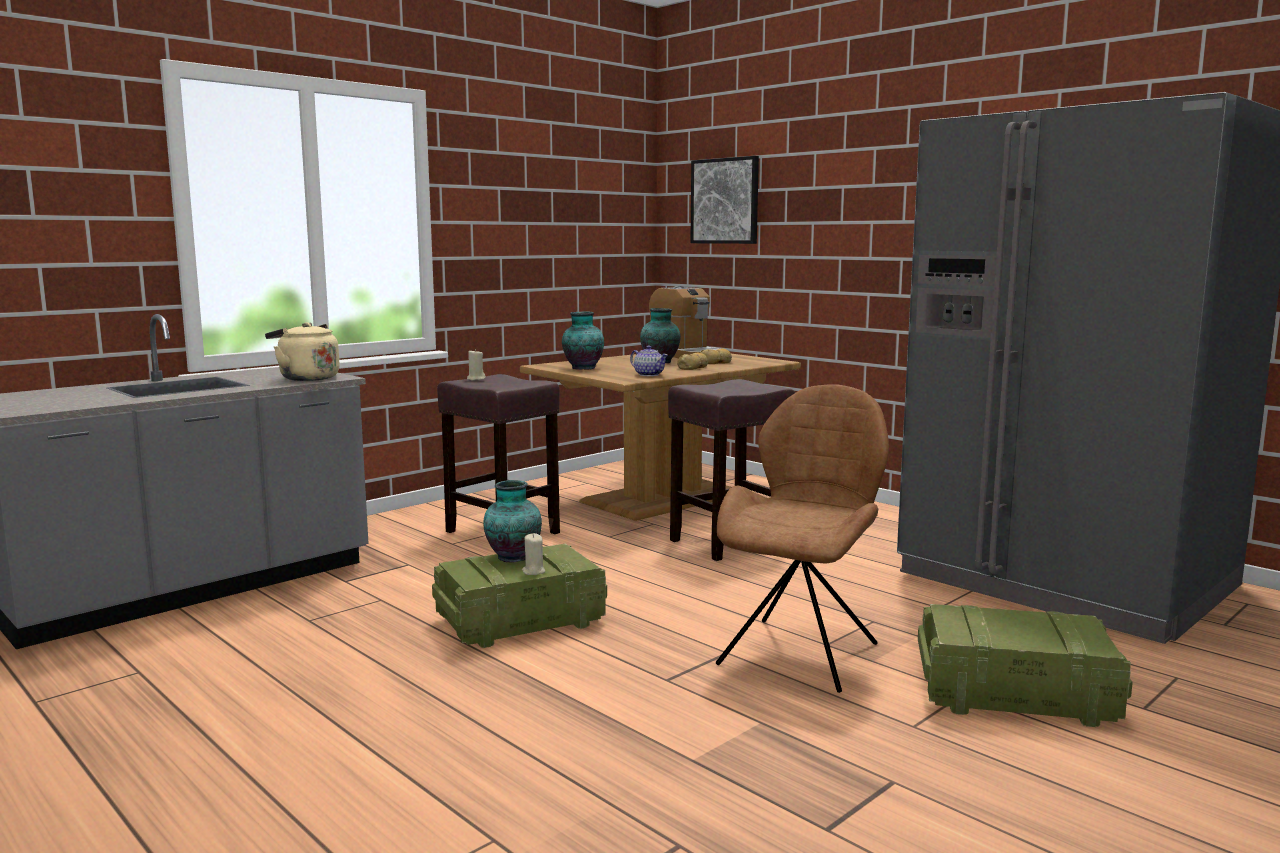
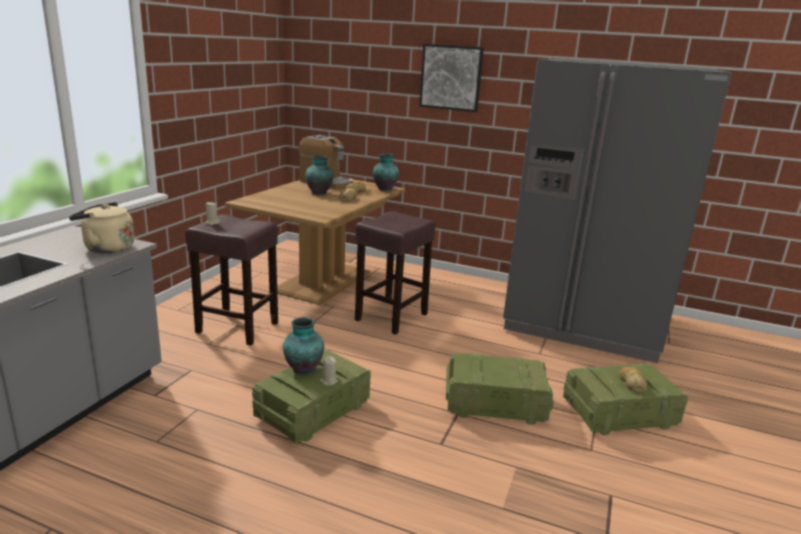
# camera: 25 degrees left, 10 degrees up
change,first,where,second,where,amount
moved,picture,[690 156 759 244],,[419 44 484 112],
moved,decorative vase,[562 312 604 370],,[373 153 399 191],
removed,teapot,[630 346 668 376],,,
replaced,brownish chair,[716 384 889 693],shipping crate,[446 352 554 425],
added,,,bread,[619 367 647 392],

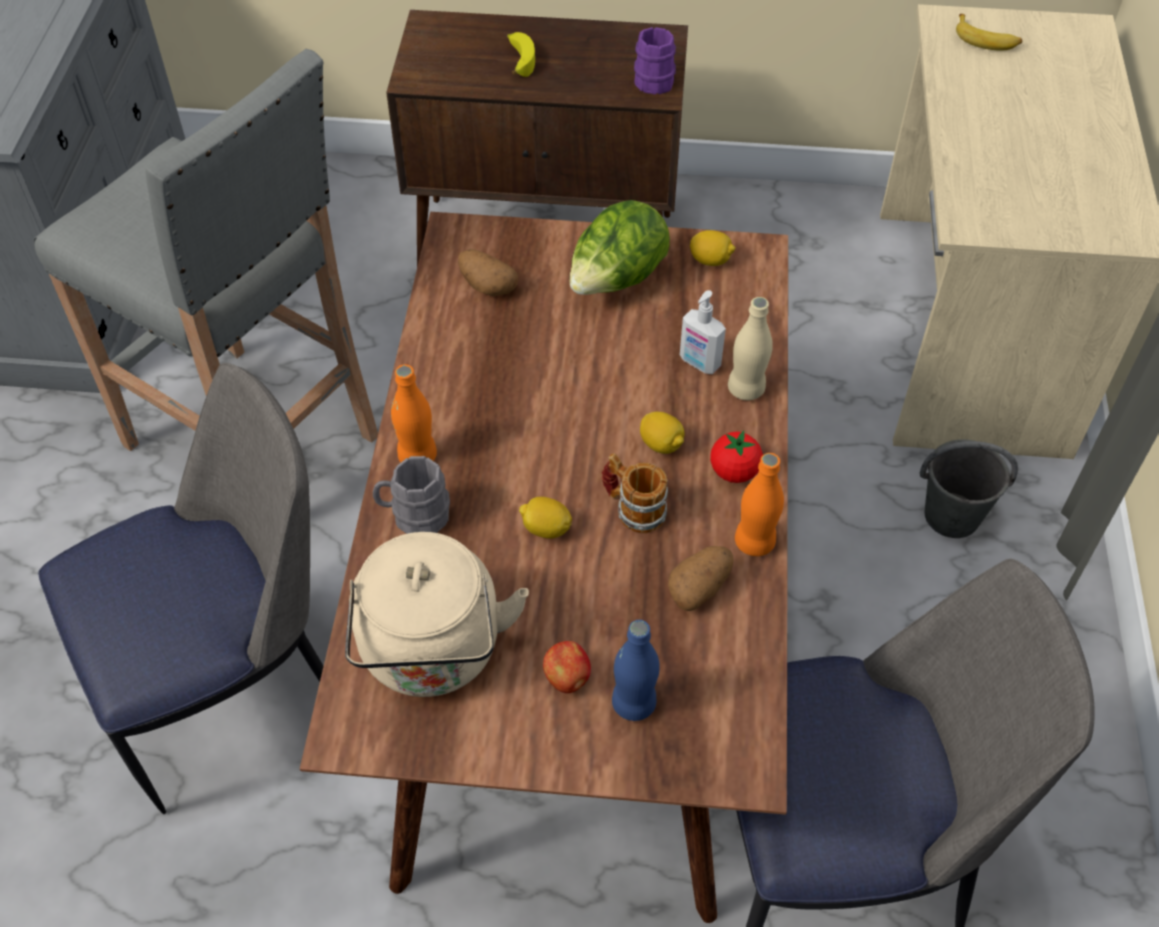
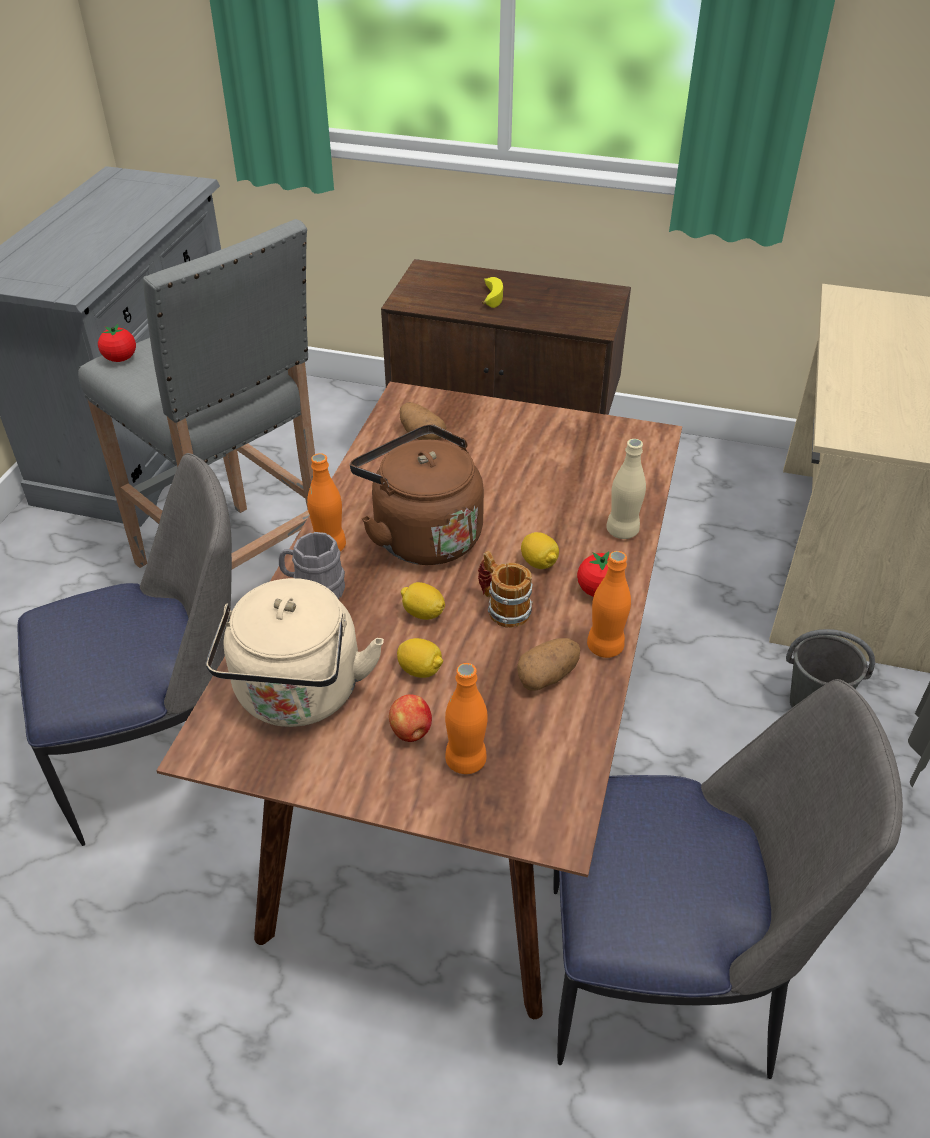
# camera: 10 degrees right, 10 degrees down
change,first,where,second,where,amount
removed,whole banana,[956 14 1022 51],,,
removed,purplish tea mug,[634 27 676 95],,,
removed,lettuce,[569 200 670 295],,,
moved,lemon,[690 230 736 266],,[397 638 443 678],
removed,liquid soap bottle,[680 290 726 374],,,
recoloured,blue drink bottle,[612 620 660 721],orange drink bottle,[445 663 488 774],
added,,,fresh tomato,[98 324 136 362],
added,,,brownish tea kettle,[350 425 484 565],

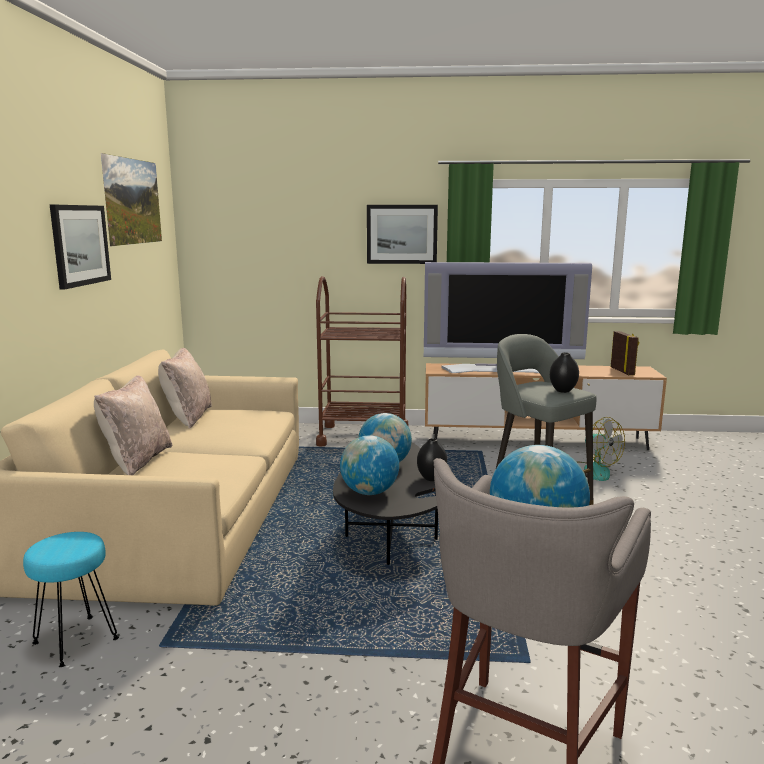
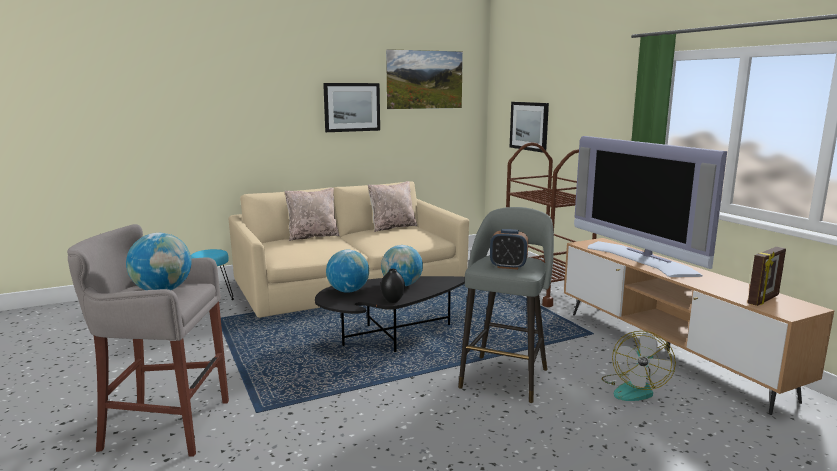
# camera: 60 degrees right, 0 degrees up
change,first,where,second,where,amount
moved,picture,[367 205 438 264],,[510 102 549 153],
replaced,black decorative vase,[550 352 579 393],bedside clock,[490 229 528 270],

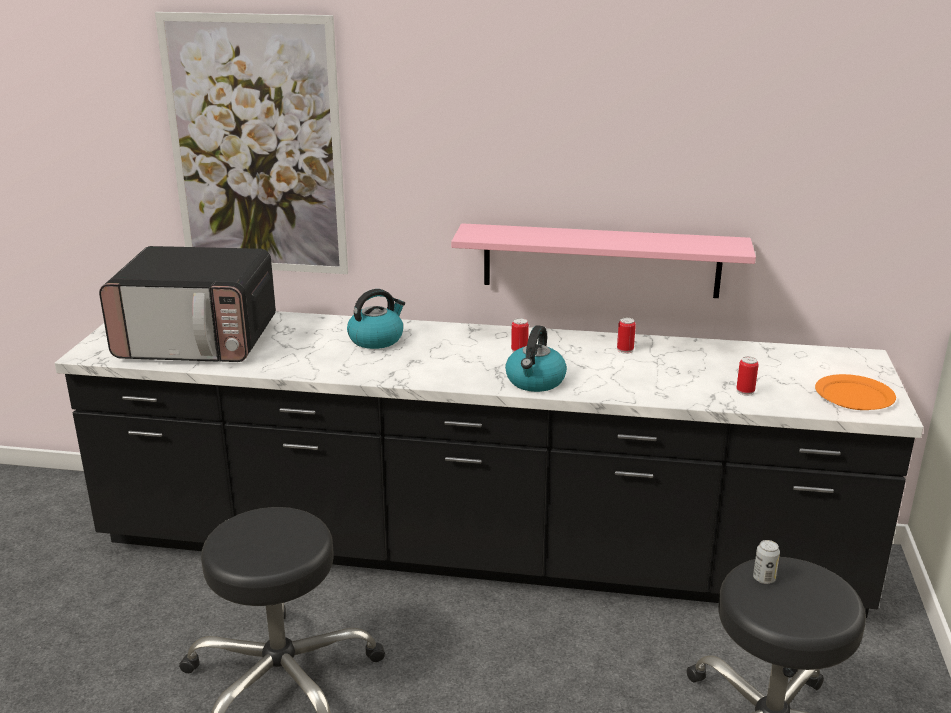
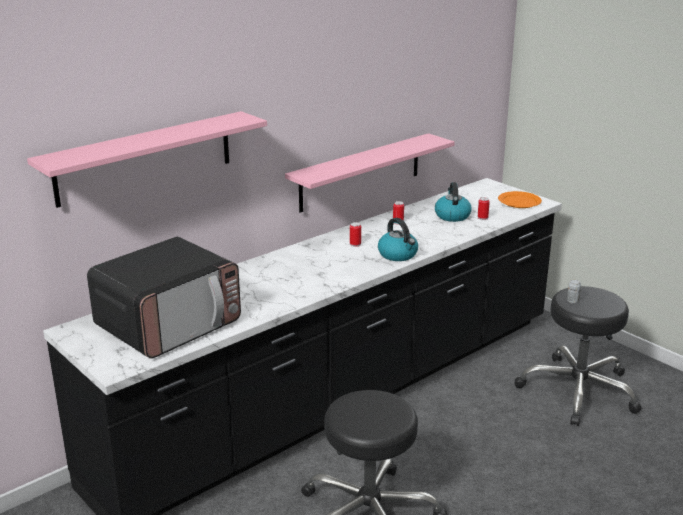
# camera: 50 degrees left, 0 degrees up
change,first,where,second,where,amount
replaced,picture,[155 12 348 274],pinkish shelf,[27 111 267 208],
moved,tea kettle,[347 289 405 349],,[435 182 472 222],

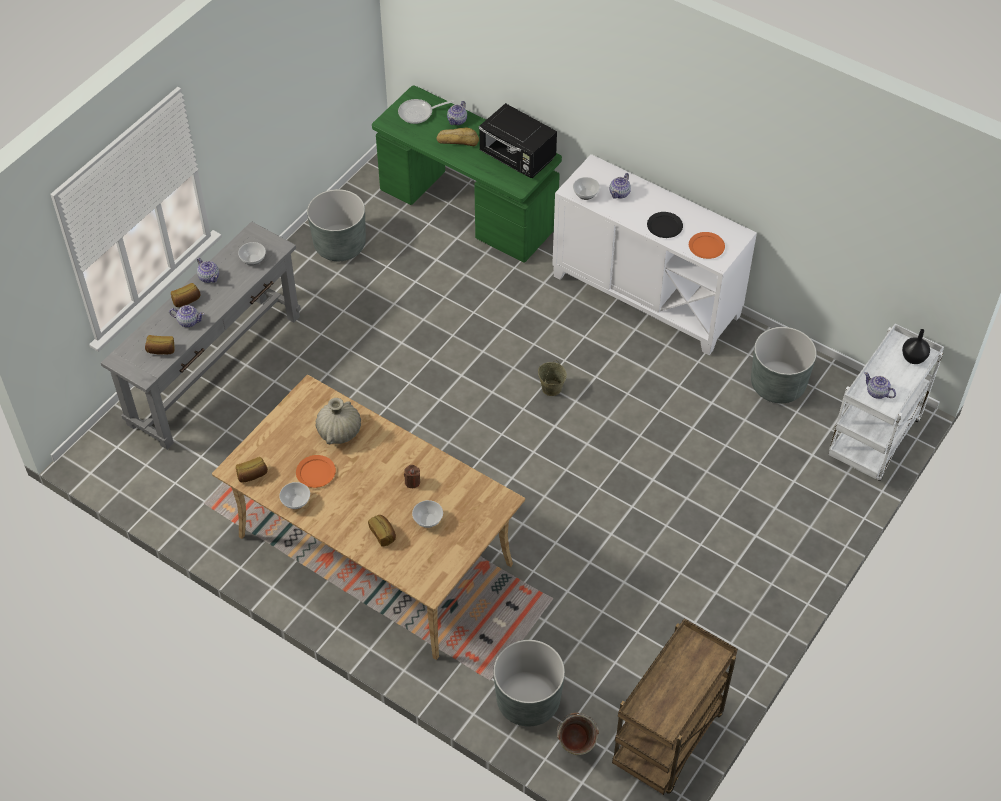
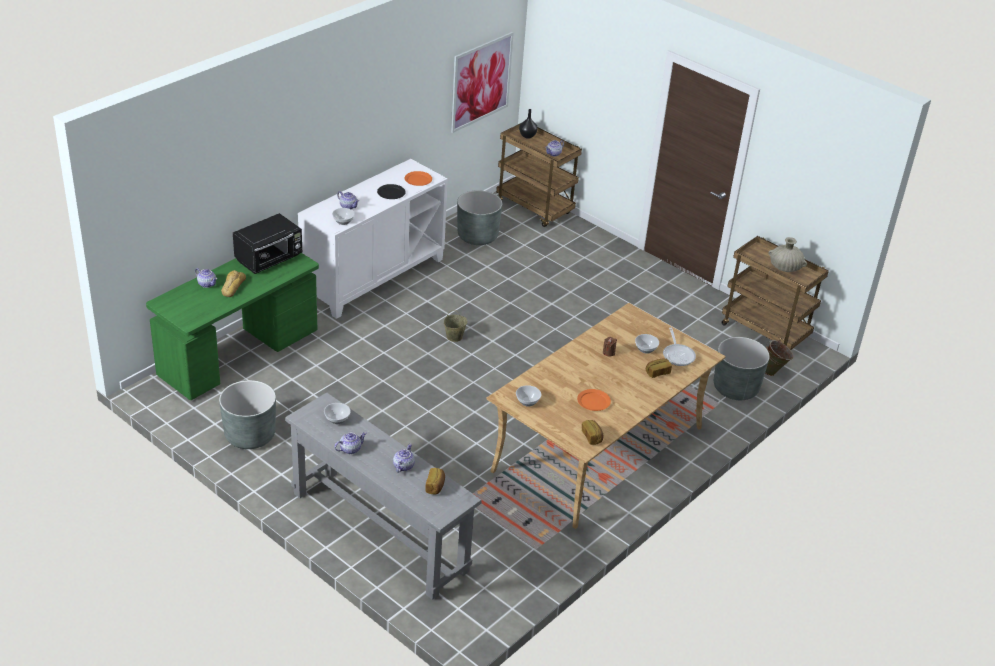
# camera: 85 degrees left, 15 degrees down
change,first,where,second,where,amount
moved,frying pan,[398 99 455 124],,[663 328 696 366],
removed,bread,[171 283 200 307],,,
recoloured,whitish cart,[828 324 944 481],brownish cart,[496 123 582 227],
moved,beige-coloured decorative vase,[316 398 361 444],,[769 237 807 272],
moved,bowl,[279 482 310 509],,[516 385 541 407],
added,,,picture,[451 32 514 133],

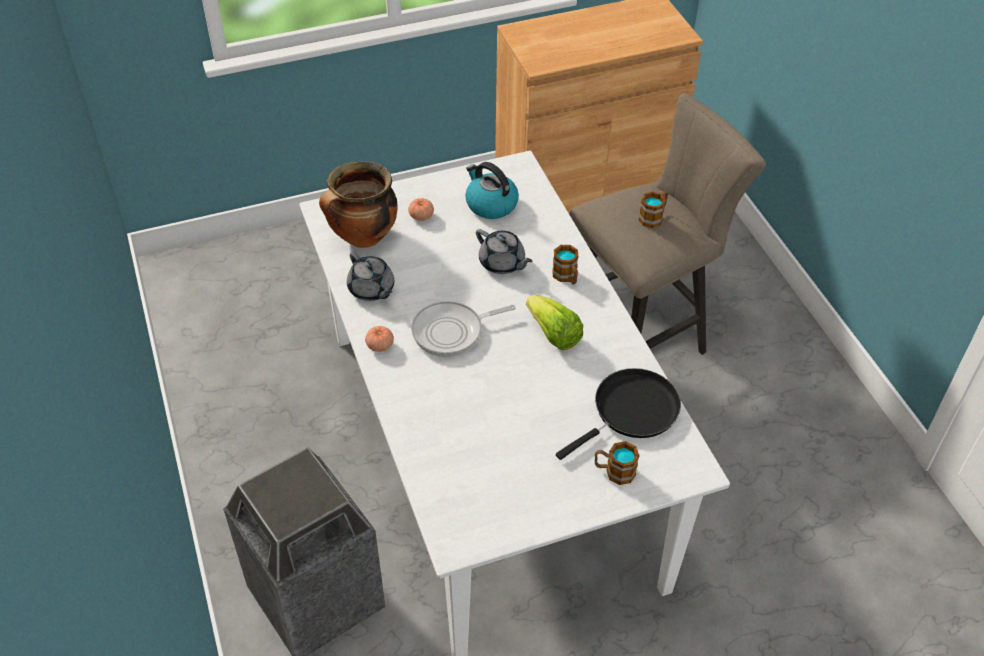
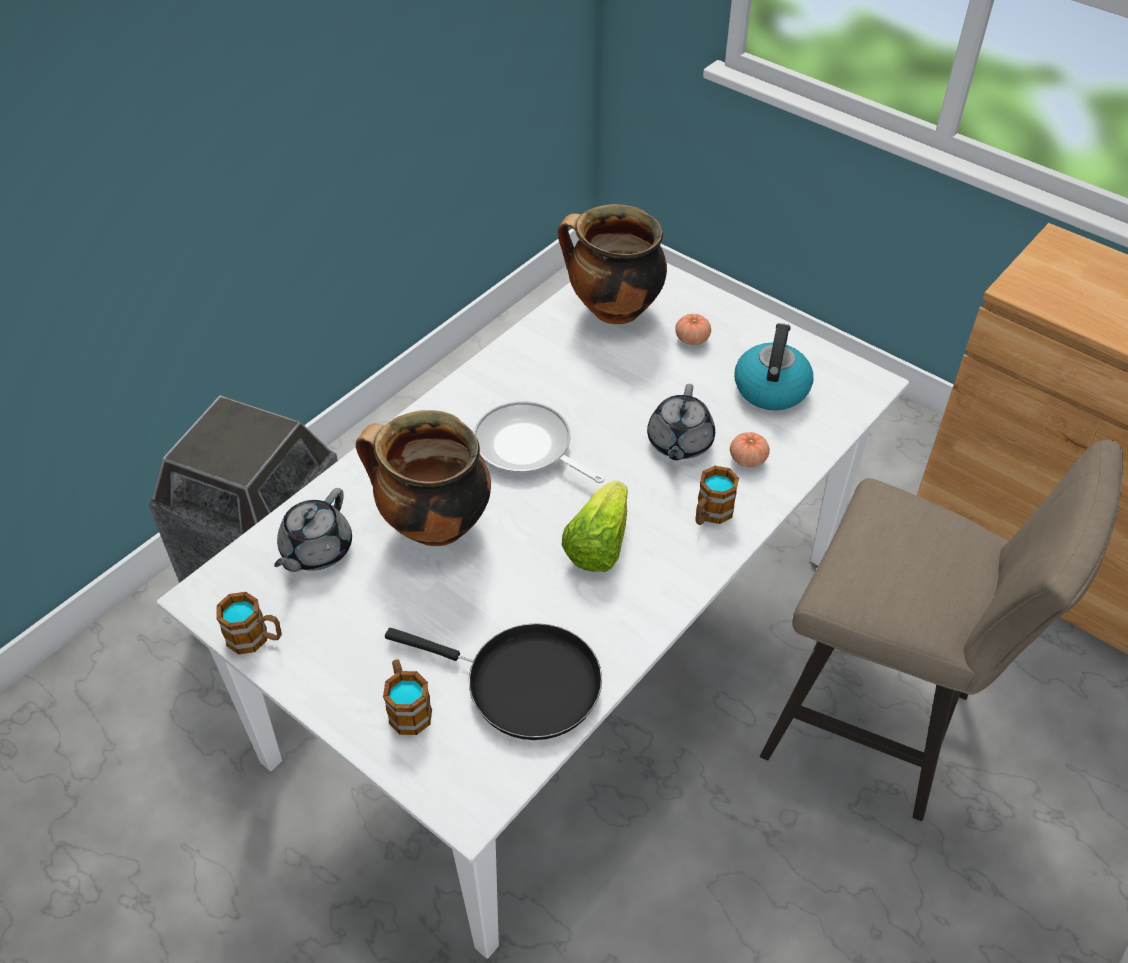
# camera: 60 degrees right, 0 degrees up
change,first,where,second,where,amount
moved,tea mug,[639 191 668 228],,[216 592 282 654],
moved,greyish teapot,[347 252 394 301],,[274 488 352 572],
moved,fresh tomato,[365 326 394 352],,[730 432 770 468],
added,,,cooking pot,[356 410 491 546],

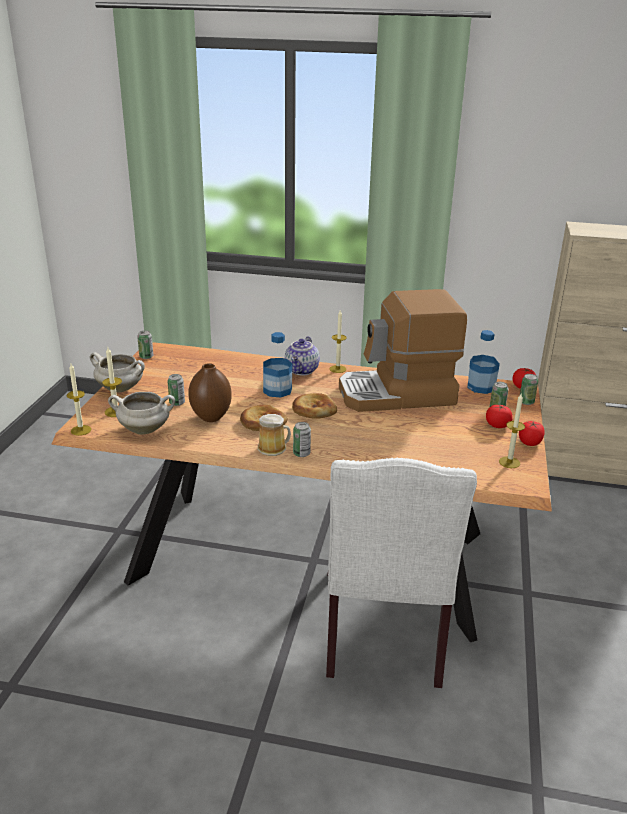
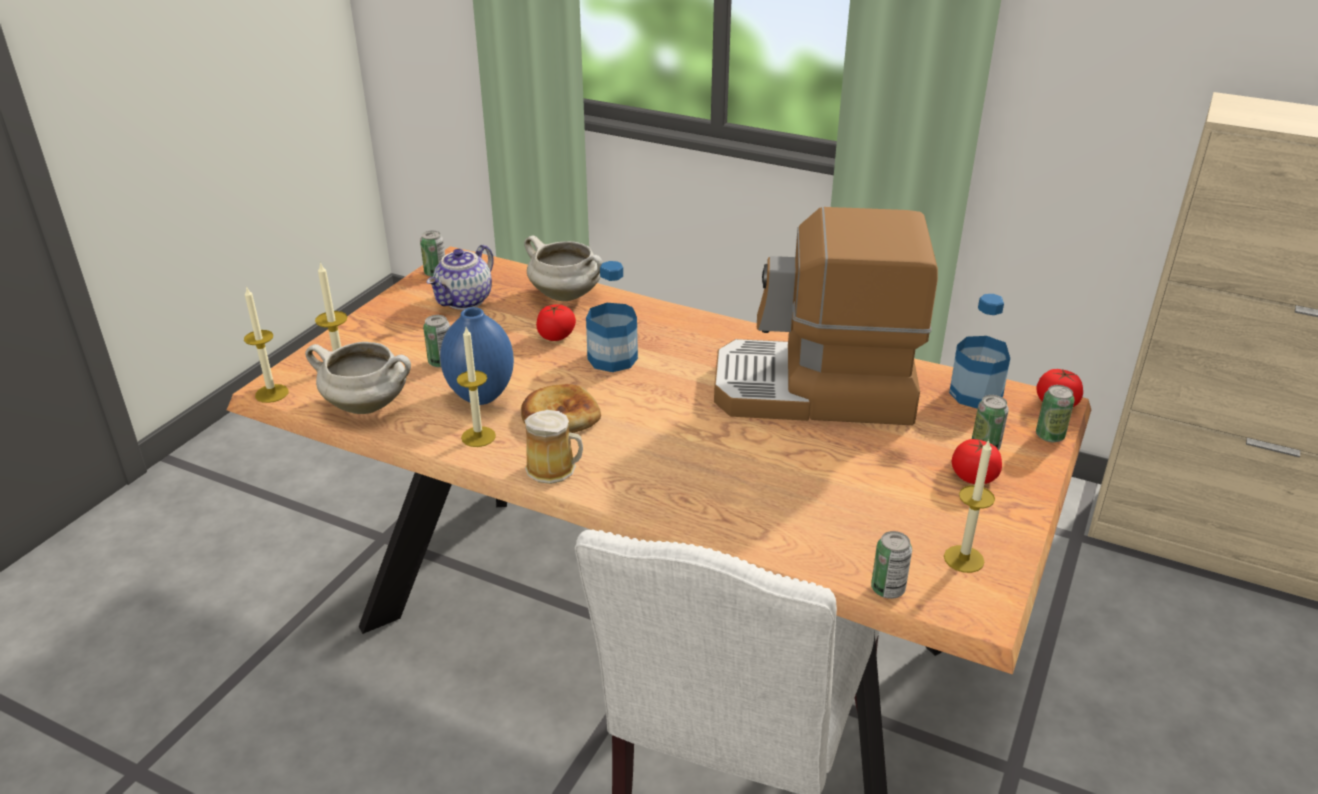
# camera: 15 degrees right, 5 degrees up
change,first,where,second,where,amount
moved,wax light,[330 310 347 373],,[457 327 496 447],
moved,teapot,[285 336 320 375],,[427 244 494 310],
moved,whitish cooking pot,[90 352 145 392],,[524 236 603 301],
recoloured,brownish decorative vase,[188 363 232 422],blue decorative vase,[440 307 514 405],
removed,bread,[292 393 337 419],,,
moved,fresh tomato,[519 421 545 446],,[536 304 576 341],
moved,metal can,[293 422 311 457],,[871 531 912 599],

